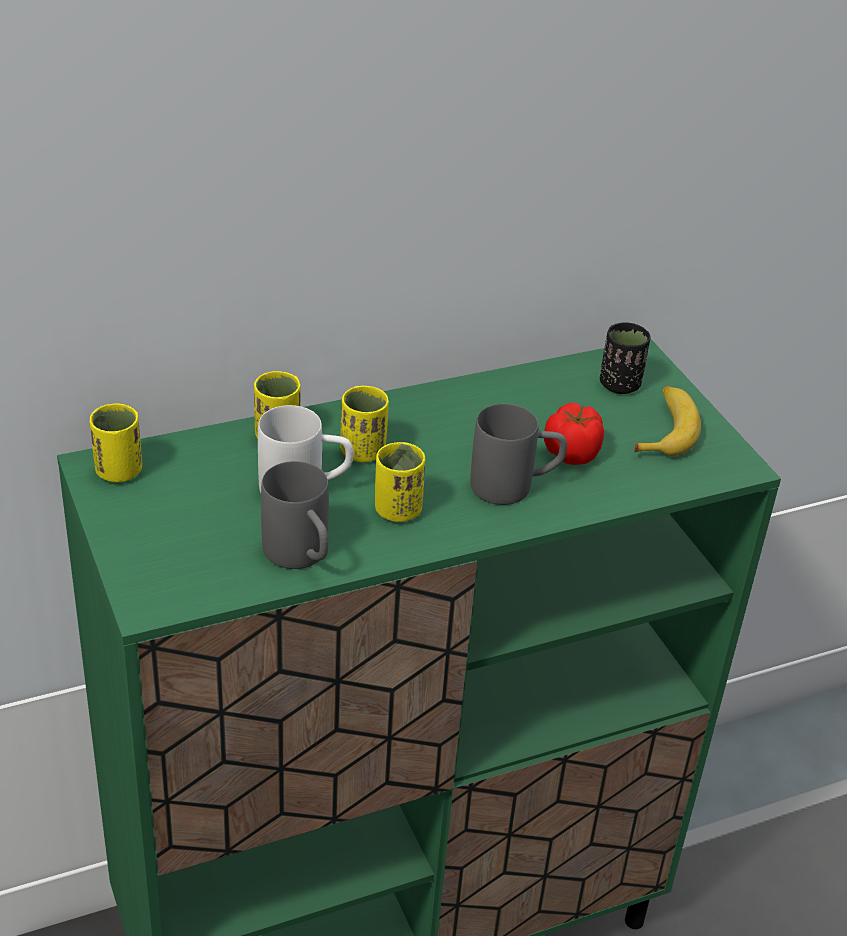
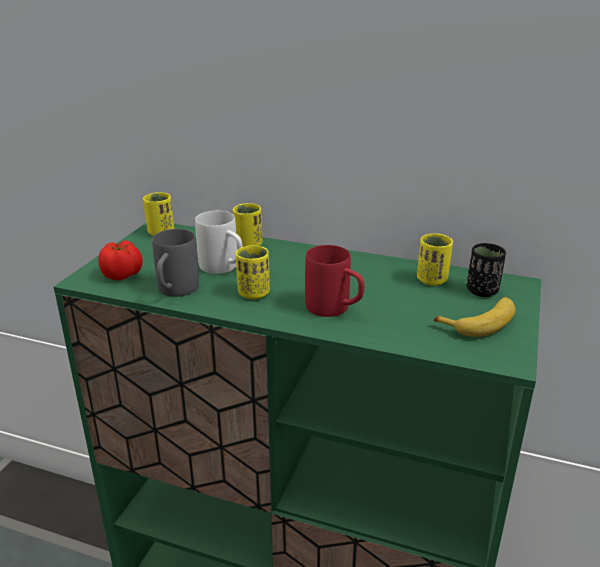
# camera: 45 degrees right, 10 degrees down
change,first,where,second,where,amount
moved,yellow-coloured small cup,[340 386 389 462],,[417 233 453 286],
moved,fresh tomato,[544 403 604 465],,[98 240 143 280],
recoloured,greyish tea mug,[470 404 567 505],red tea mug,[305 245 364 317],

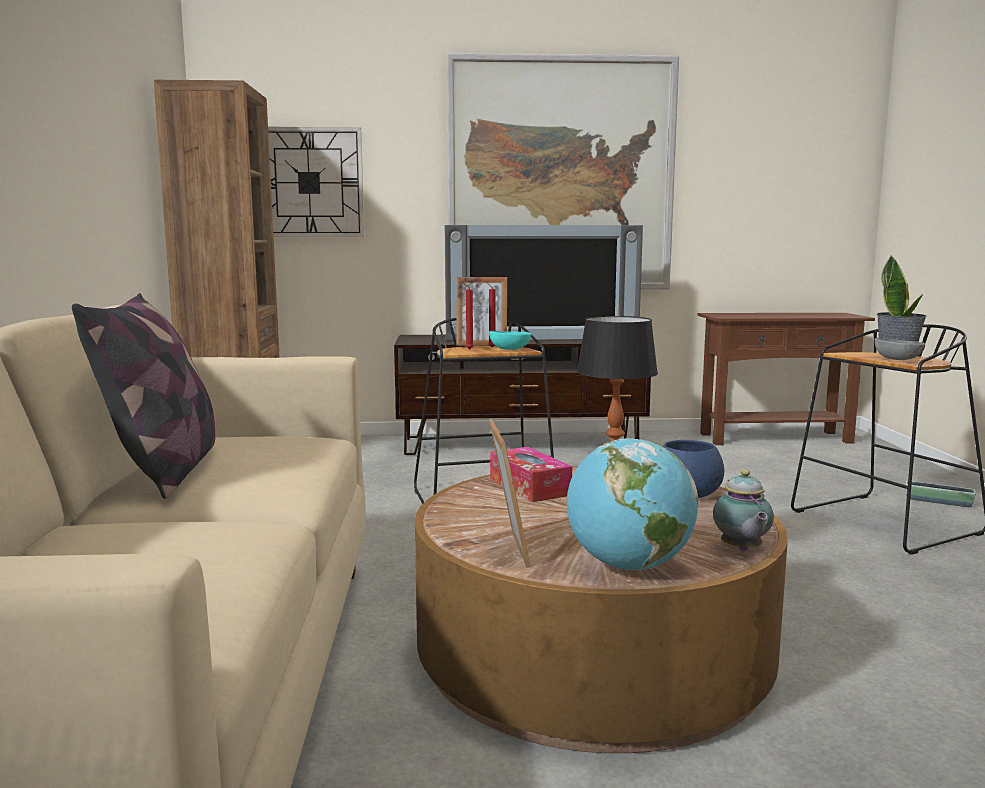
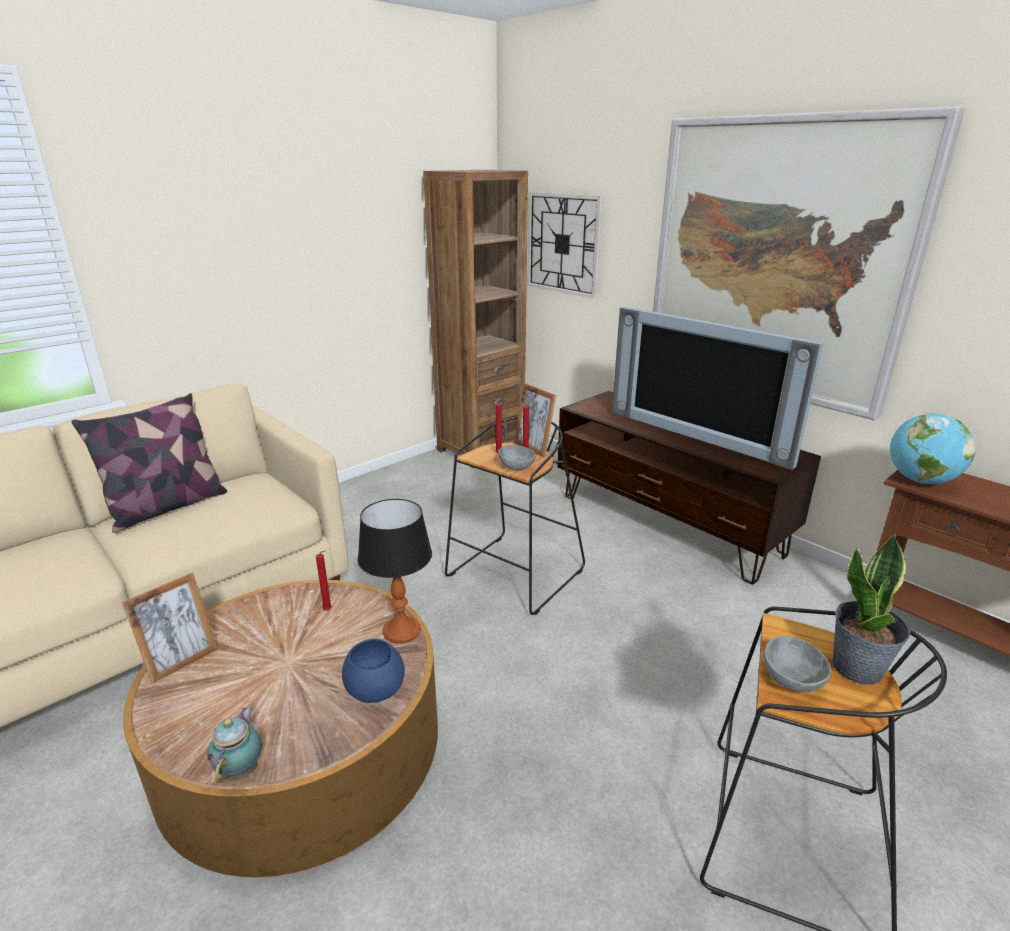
# camera: 50 degrees right, 15 degrees up
change,first,where,second,where,amount
recoloured,turquoise-coloured bowl,[489 331 531 350],greyish bowl,[499 445 536 470],
moved,globe,[567 438 698 570],,[890 413 975 484],
replaced,tissue holder,[490 447 572 502],red wax light,[316 550 332 611],
turned,teapot,[713 470 774 552],,[207 707 262 783],135 degrees clockwise
removed,planter,[905 481 976 508],,,

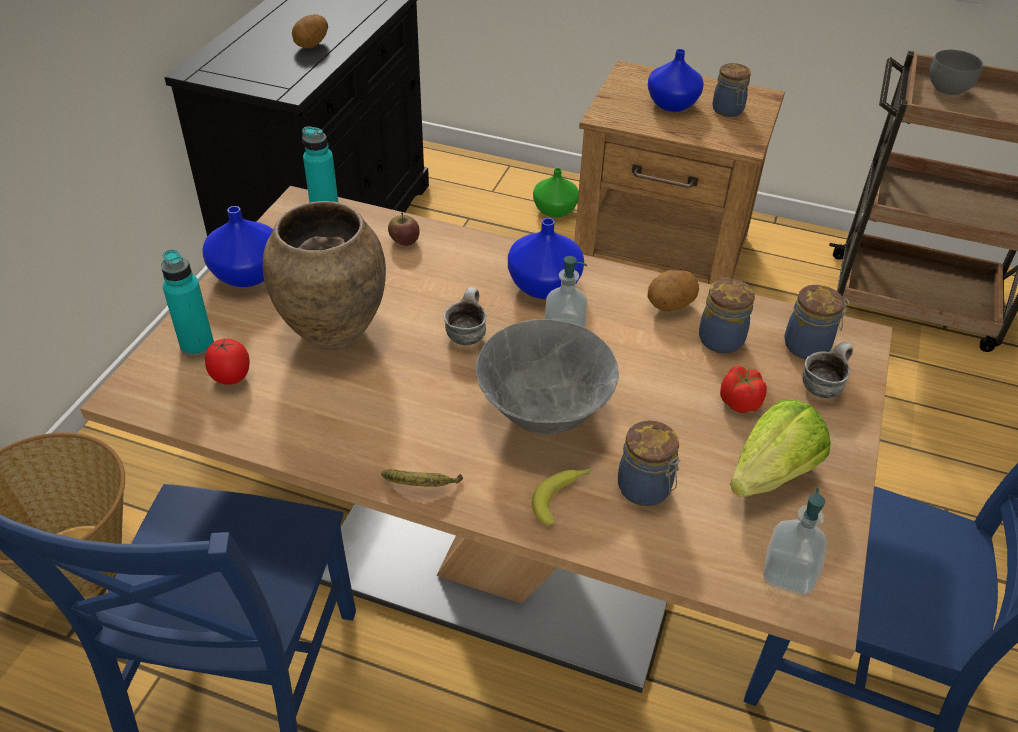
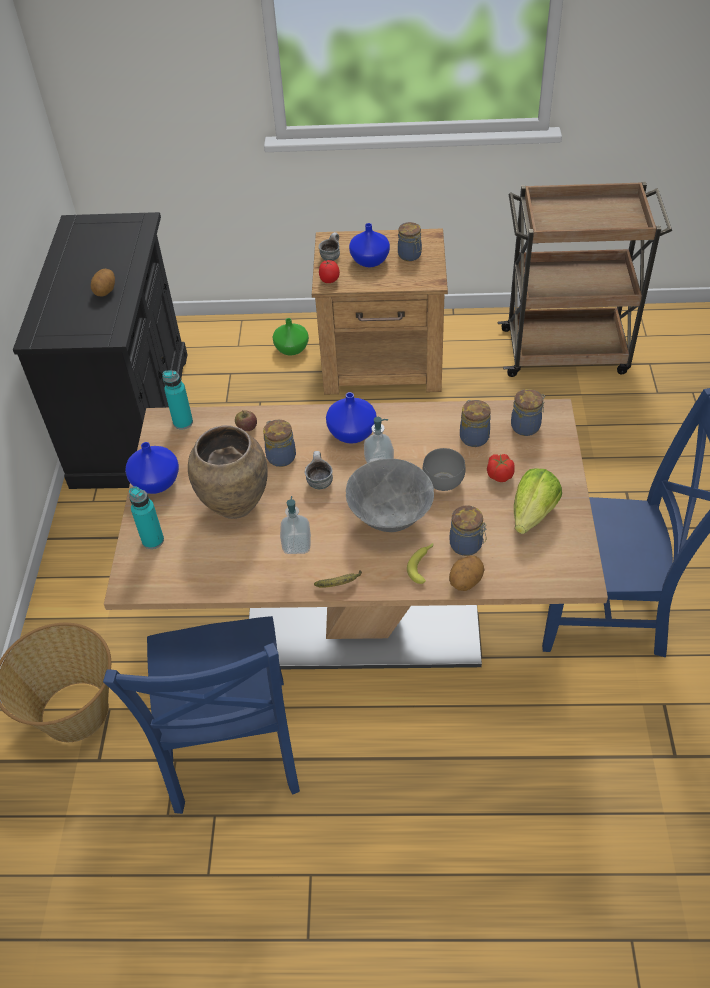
# camera: 15 degrees left, 5 degrees up
change,first,where,second,where,amount
moved,greyish bowl,[930 50 983 96],,[423 448 466 491],
moved,potato,[648 270 699 312],,[449 556 484 591],
moved,fresh tomato,[205 339 250 385],,[319 260 340 283],
moved,tea mug,[802 342 853 398],,[319 232 340 261],
moved,liquid soap bottle,[763 488 827 595],,[280 496 311 554],
added,,,jar,[263 419 296 467],

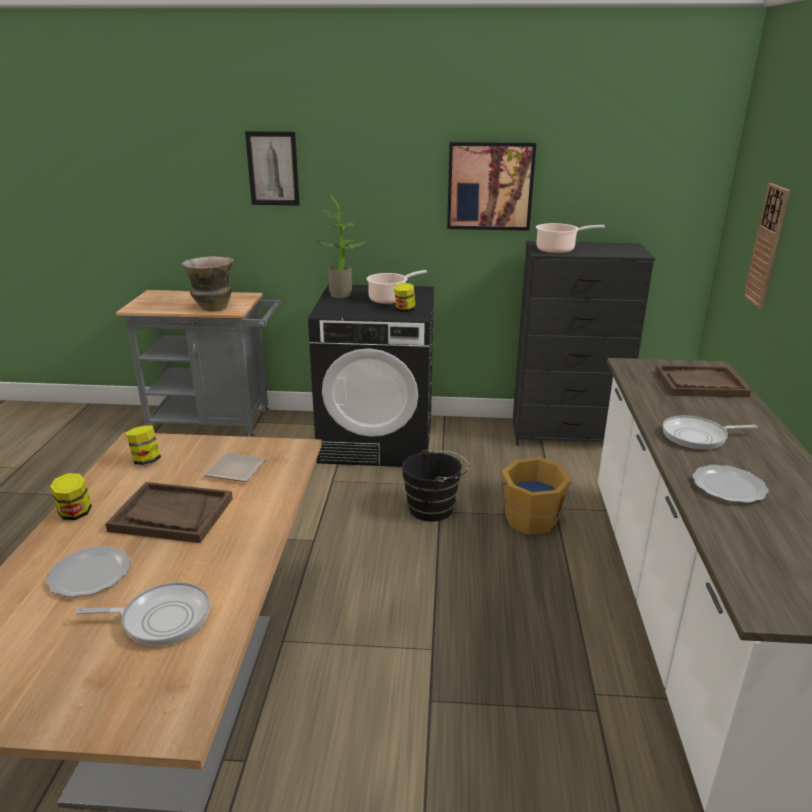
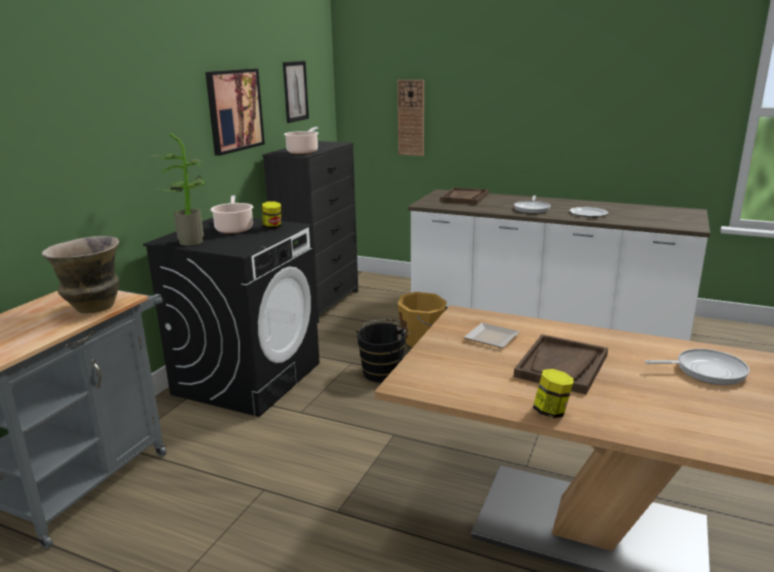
# camera: 70 degrees left, 5 degrees down
change,first,where,second,where,amount
moved,picture,[245 131 300 206],,[283 61 309 123],
removed,jar,[126 425 161 465],,,
removed,dinner plate,[46 546 131 597],,,
turned,frying pan,[76 582 210 646],,[645 349 750 385],75 degrees clockwise

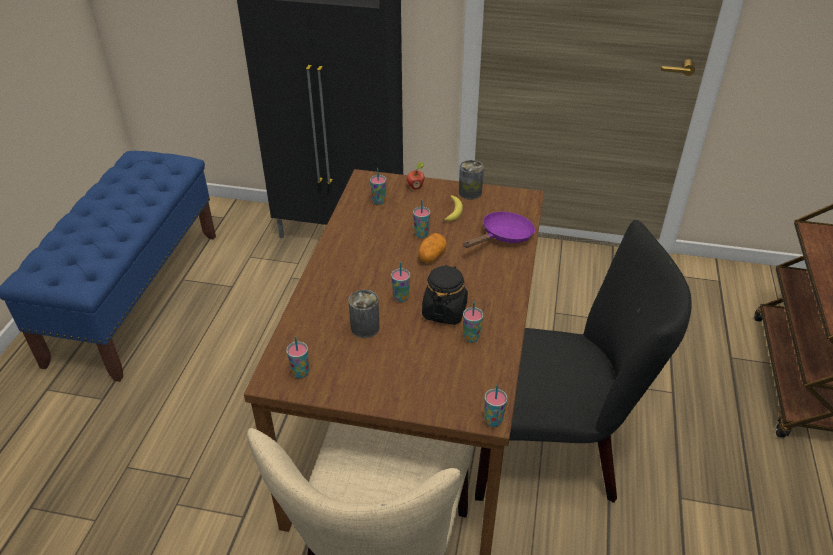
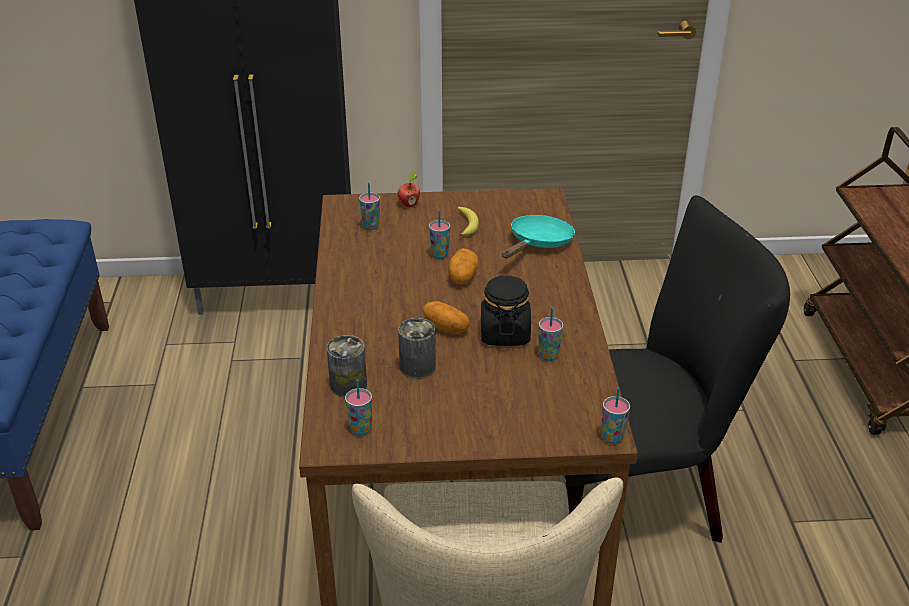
# camera: 15 degrees left, 5 degrees down
change,first,where,second,where,amount
moved,metal can,[459 160 484 200],,[327 335 367 397],
recoloured,purplish frying pan,[463 212 535 248],turquoise-coloured frying pan,[502 215 575 258],
replaced,small cup,[391 262 410 302],potato,[423 301 470 334],

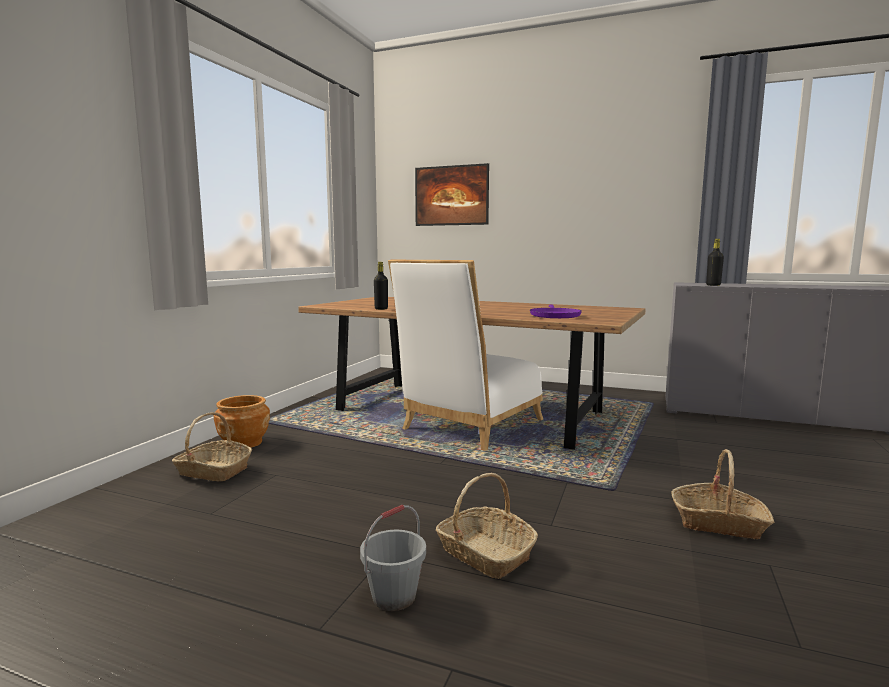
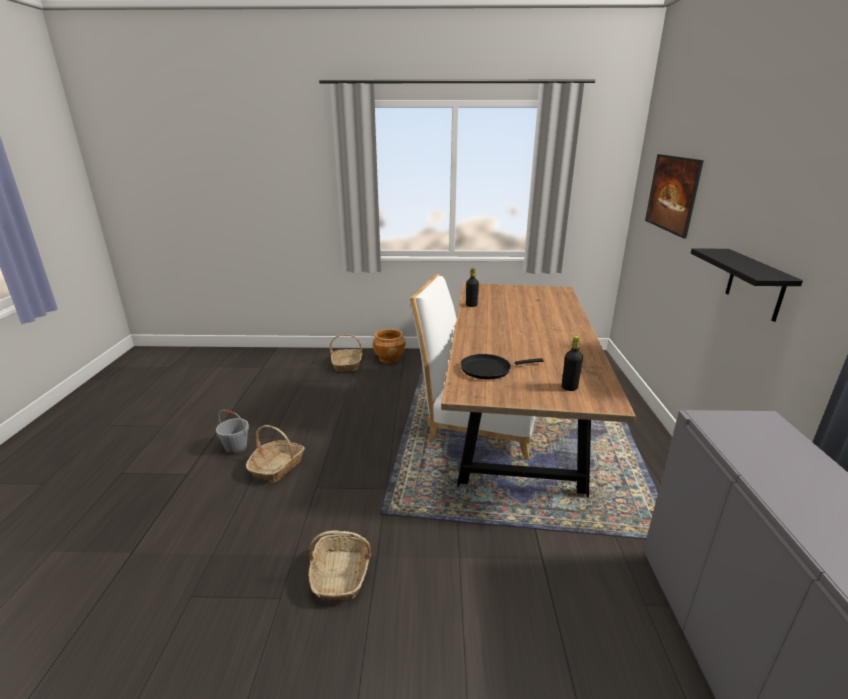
# camera: 70 degrees right, 15 degrees up
change,first,where,second,where,amount
moved,black drink bottle,[706 239 724 286],,[562 336 583 391],
recoloured,purplish frying pan,[530 305 582 318],black frying pan,[460 354 544 379],
added,,,black shelf,[691 249 803 322],

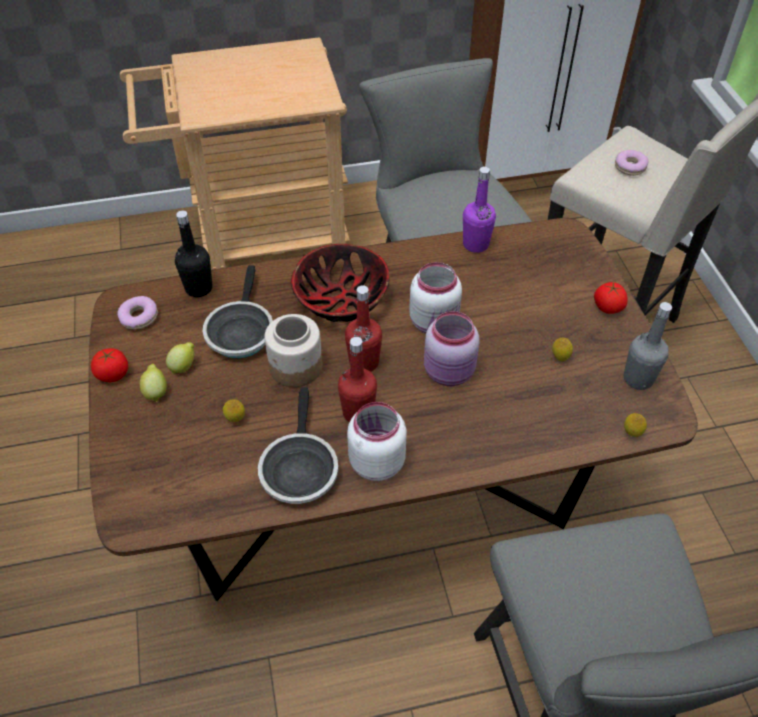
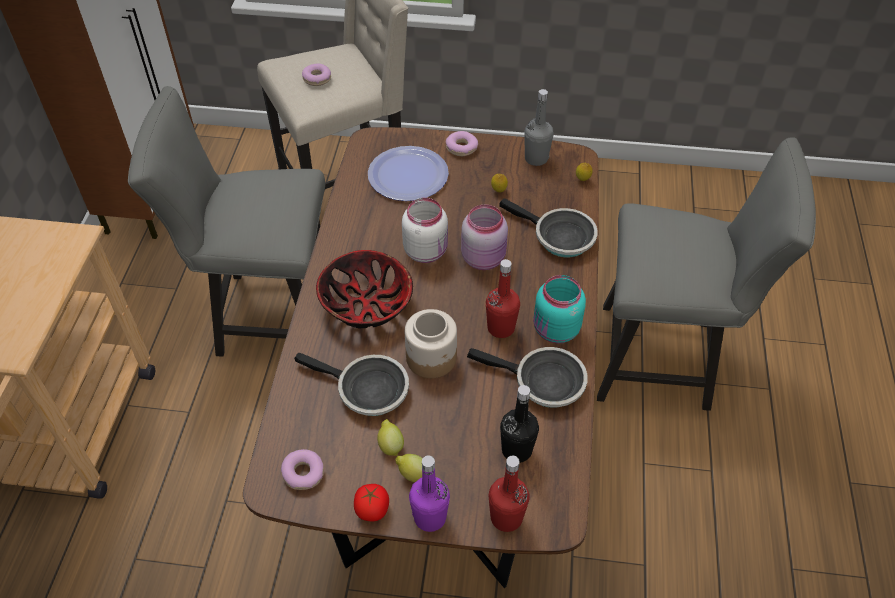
# camera: 70 degrees left, 0 degrees up
change,first,where,second,where,amount
moved,purplish drink bottle,[463 167 496 253],,[409 455 450 532],
moved,black drink bottle,[175 210 212 297],,[500 385 539 463],
replaced,fresh tomato,[594 282 628 314],donut,[446 131 478 156],
moved,red drink bottle,[345 285 382 372],,[489 456 529 532],
removed,lemon,[223 399 245 422],,,
recoloured,whitish jar,[347 402 407 481],turquoise-coloured jar,[533 275 586 343],
added,,,dinner plate,[368 146 449 201],
added,,,frying pan,[499 198 598 257],

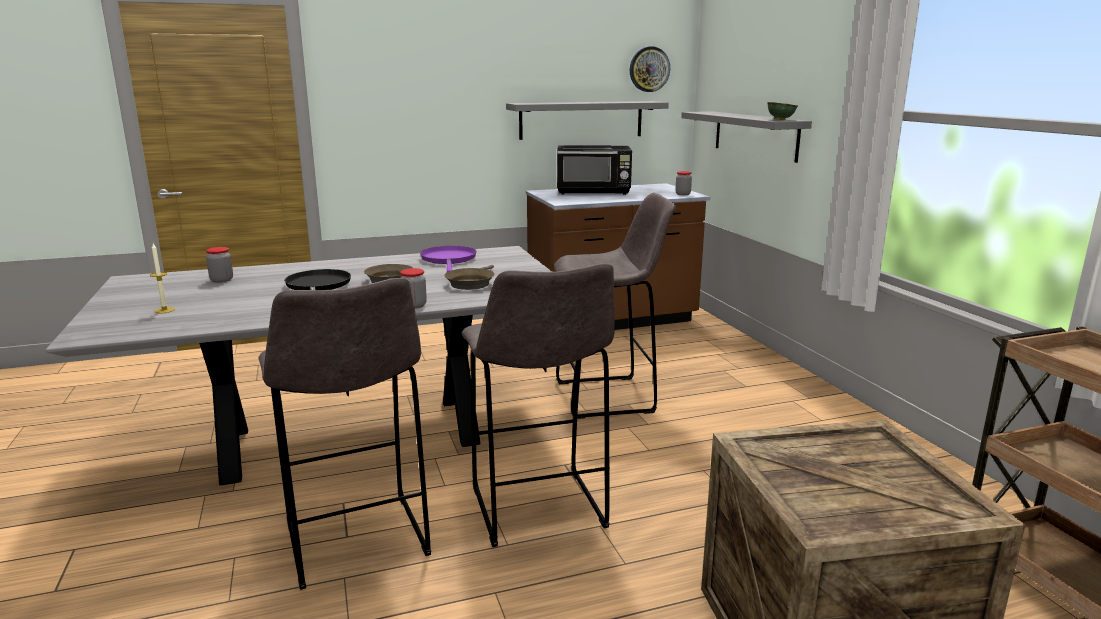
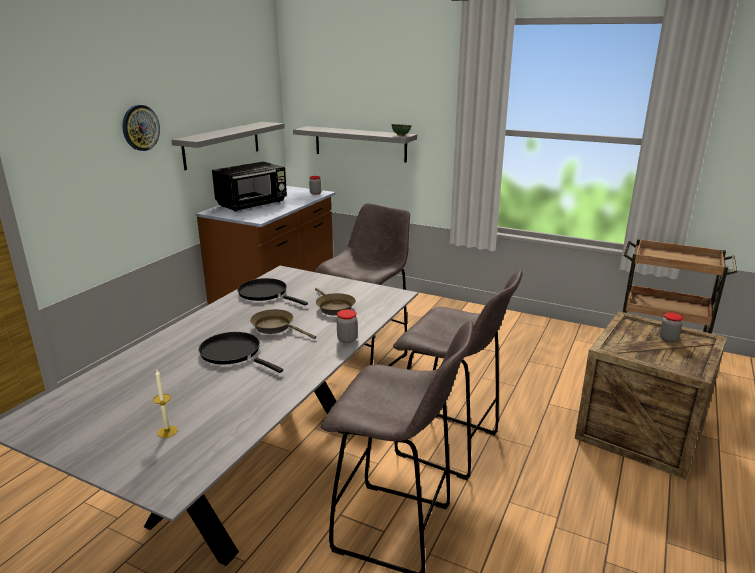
# camera: 45 degrees left, 5 degrees up
change,first,where,second,where,amount
moved,hanging clock,[630 46 670 92],,[122 105 160 151],
recoloured,purplish frying pan,[420 246 477 272],black frying pan,[237 278 308 305],
moved,jar,[206 247 233 283],,[659 312 683 343],

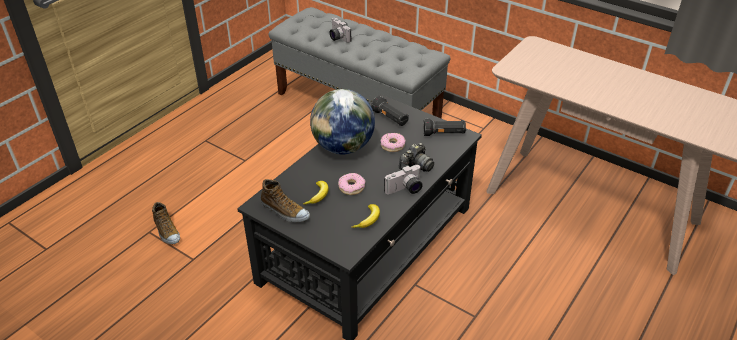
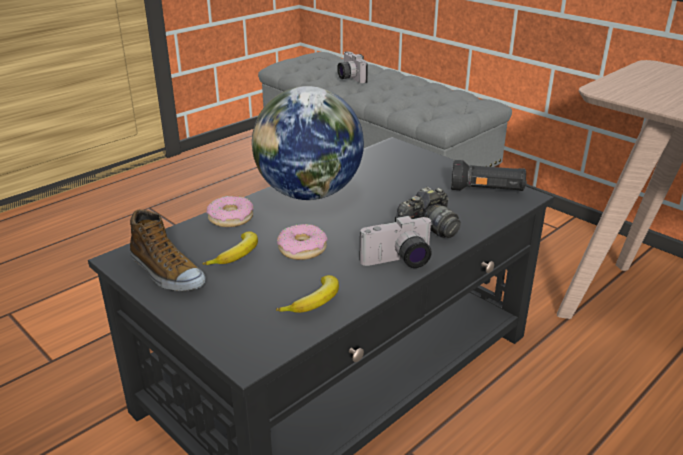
# camera: 10 degrees right, 10 degrees down
change,first,where,second,where,amount
removed,black flashlight,[371 96 409 126],,,
moved,donut,[380 133 405 152],,[207 196 254 227],
removed,item of footwear,[152 202 180 244],,,

